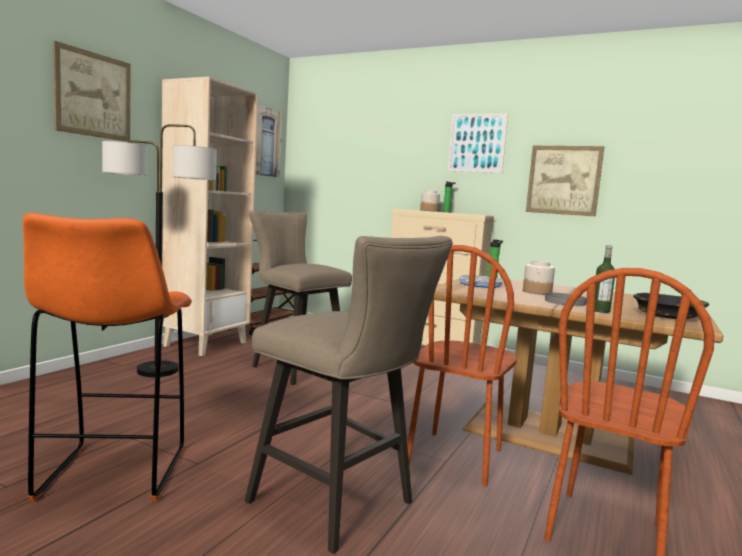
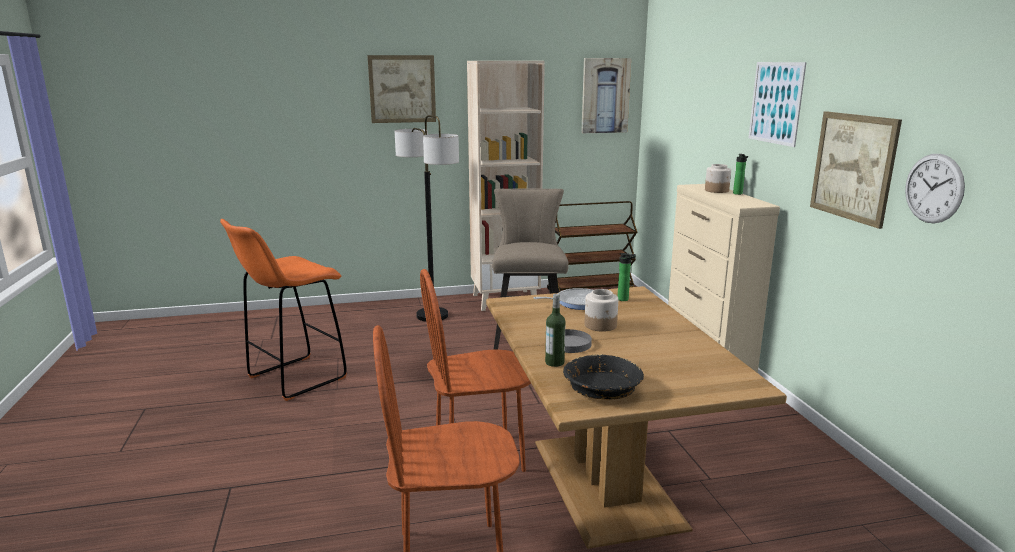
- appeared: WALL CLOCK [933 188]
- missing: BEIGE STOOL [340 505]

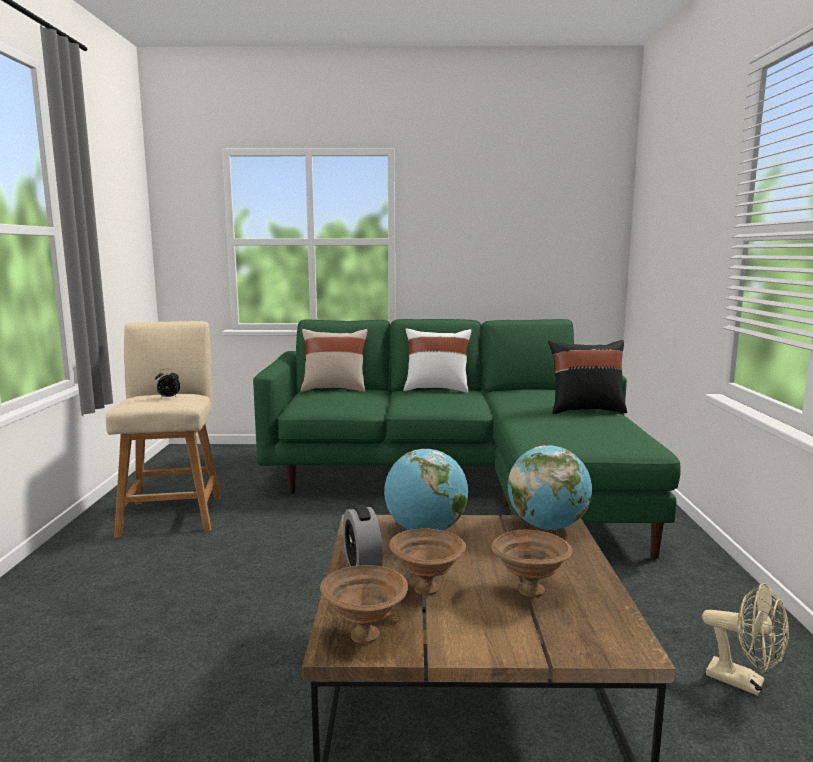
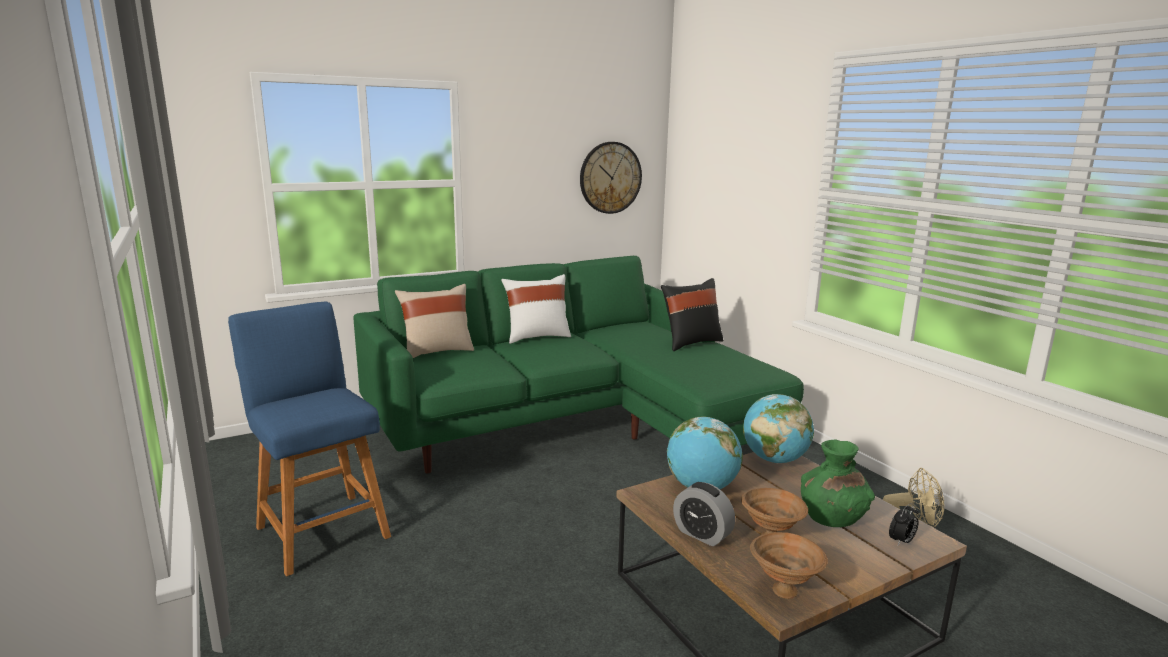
- colour: BEIGE STOOL [173 513] to BLUE STOOL [320 529]
- appeared: WALL CLOCK [610 177]
- exchanged: BROWN BOWL [529 591] to GREEN VASE [831 518]
- relocated: ALARM CLOCK [168 398] to [901 541]

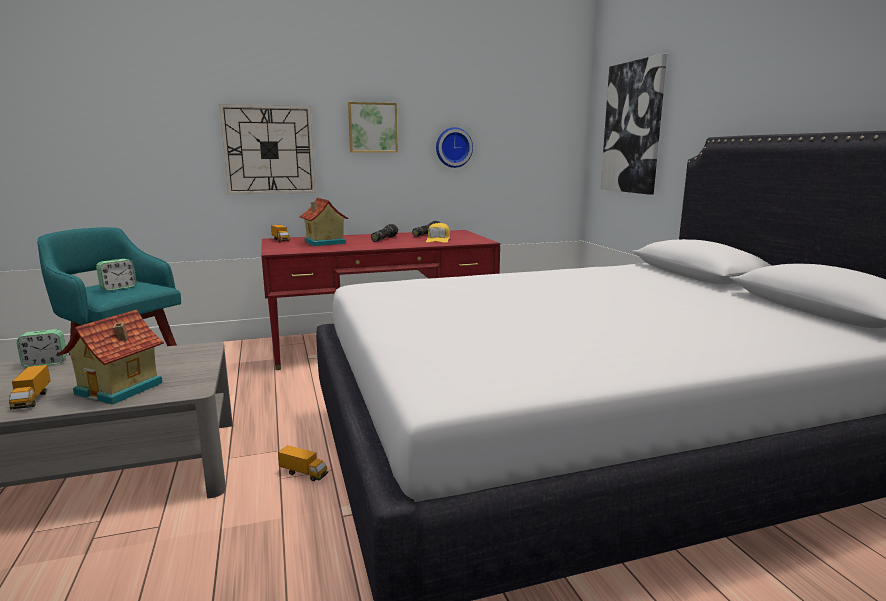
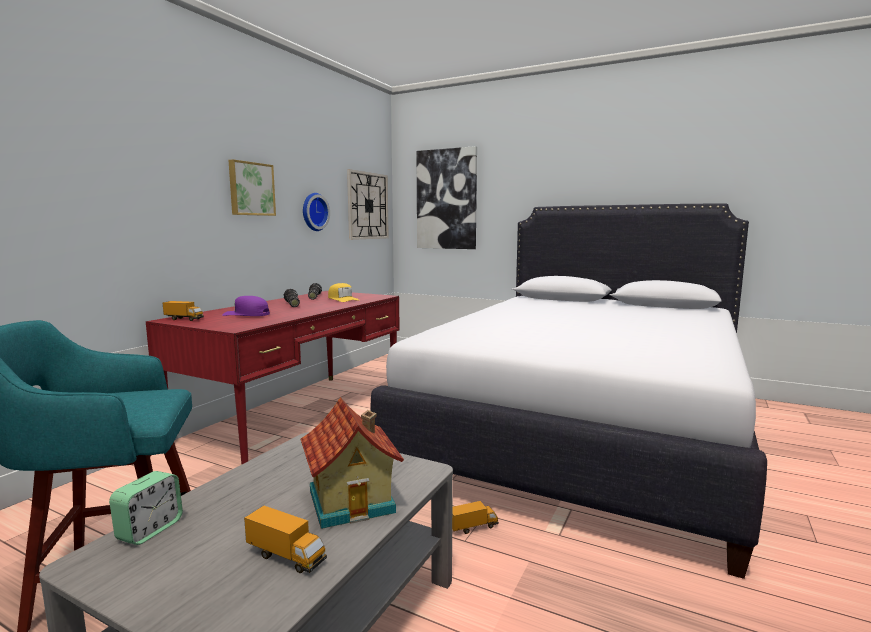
- exchanged: TOY HOUSE [323 242] to PURPLE CAP [246 314]
- relocated: WALL CLOCK [269 150] to [368 206]
- missing: ALARM CLOCK [118 288]

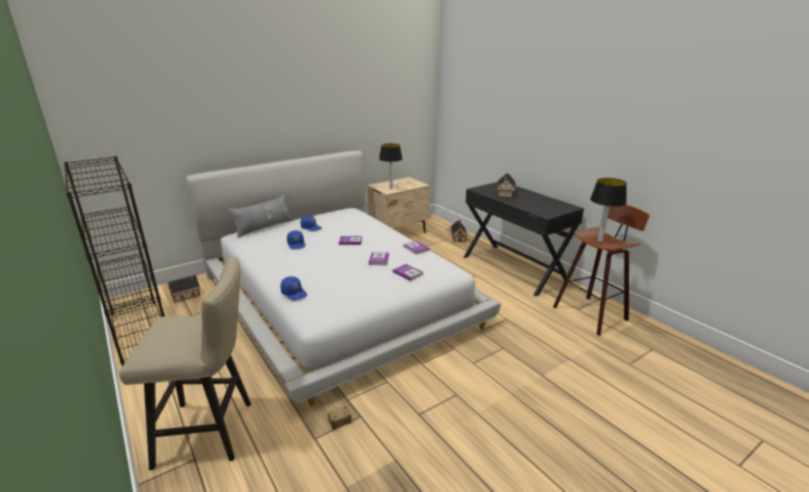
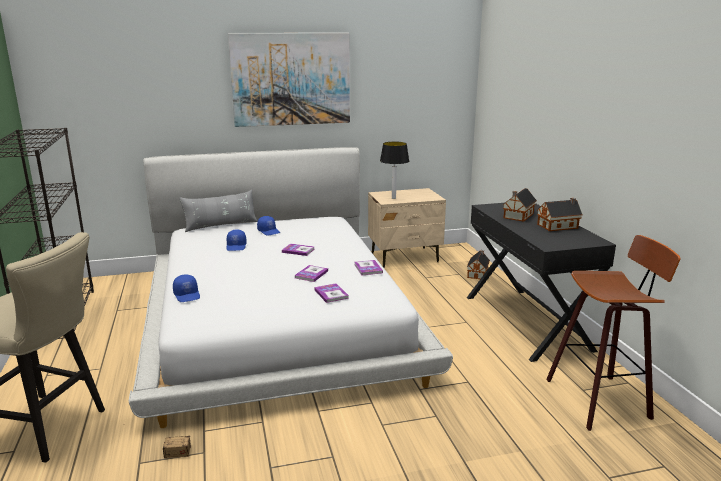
- appeared: PICTURE [291 79]
- relocated: TOY HOUSE [187 295] to [559 226]
- missing: TABLE LAMP [600 241]

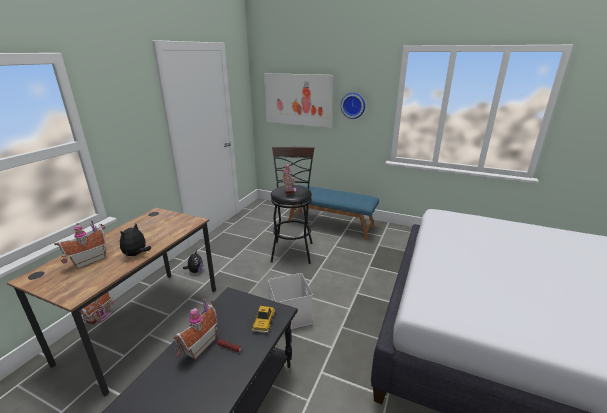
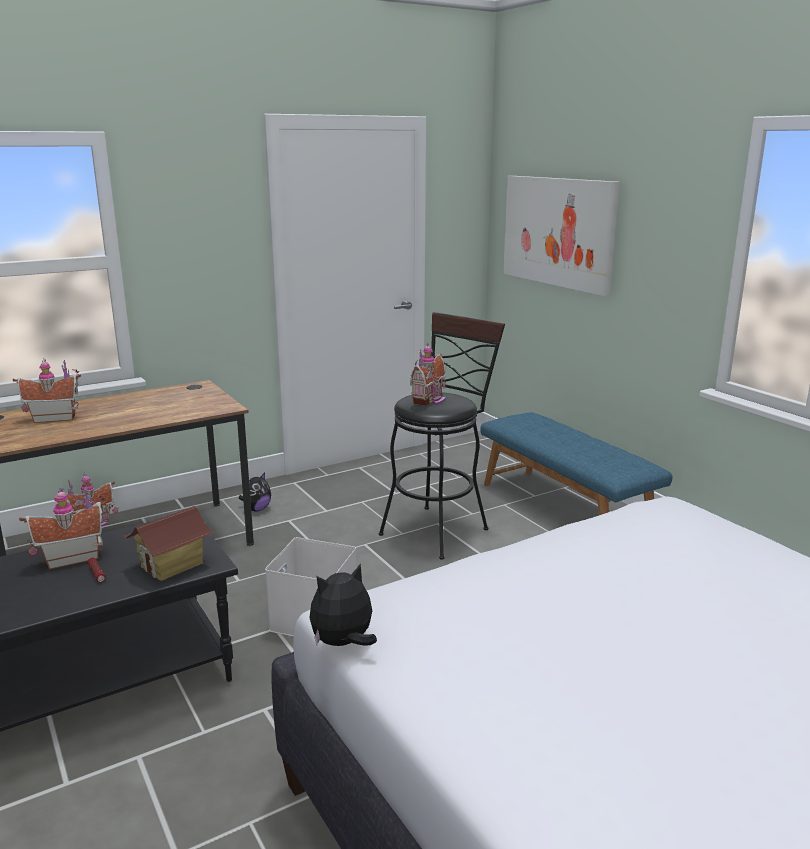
- exchanged: TOY CAR [263 322] to TOY HOUSE [172 565]
- relocated: PLUSH TOY [136 254] to [343 643]
- missing: WALL CLOCK [353 105]

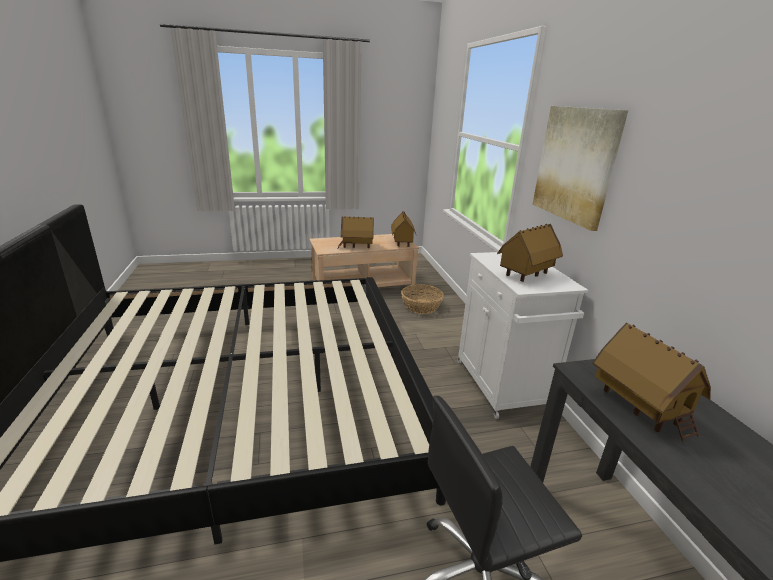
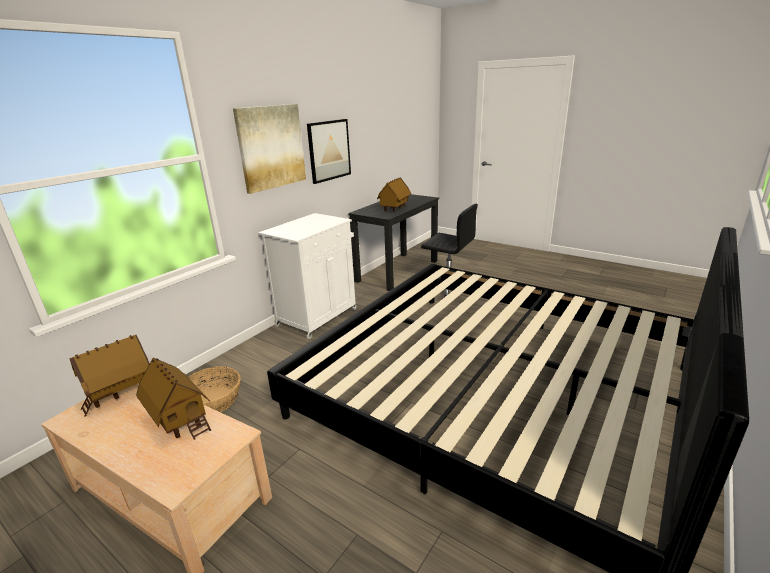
- appeared: PICTURE [329 150]
- missing: TOY HOUSE [526 275]

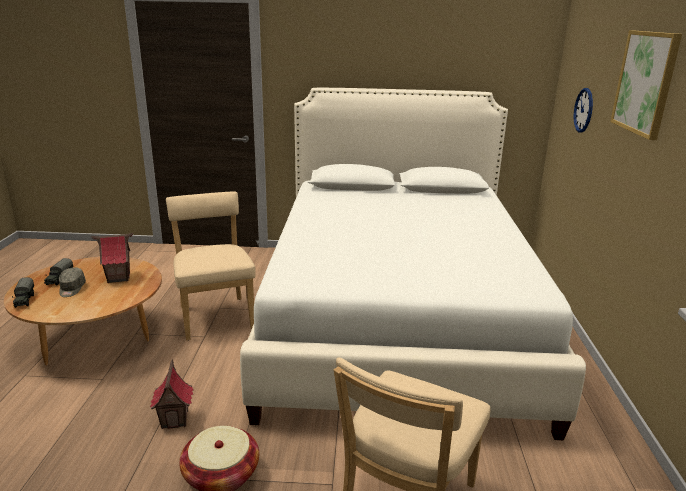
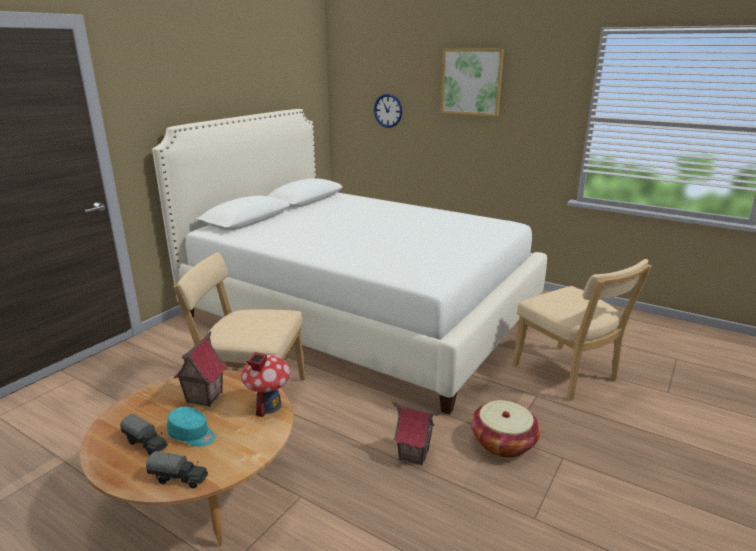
- colour: GREY CAP [72 289] to TURQUOISE CAP [192 435]
- appeared: TOY HOUSE [268 406]

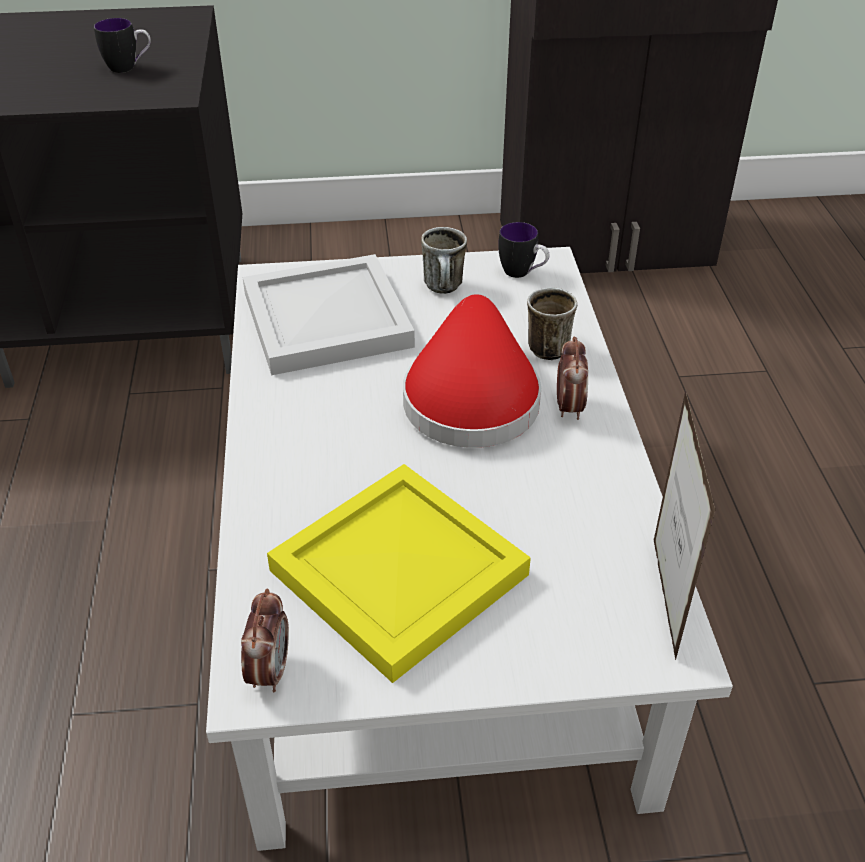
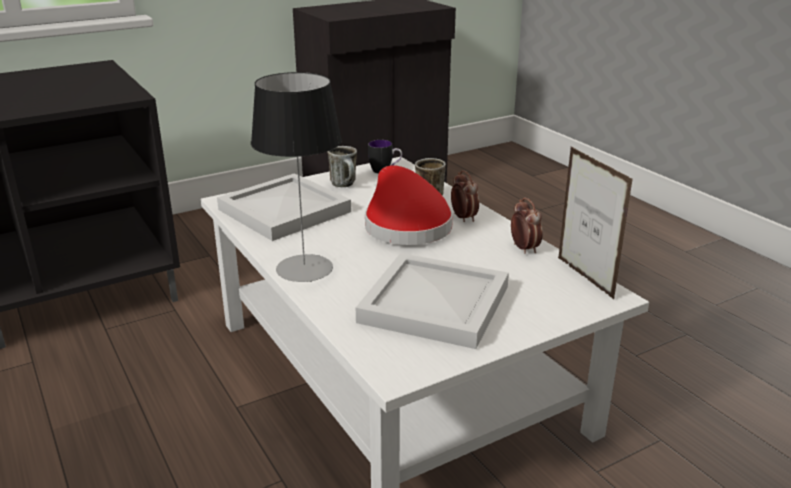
- appeared: TABLE LAMP [304 268]
- colour: YELLOW TRAY [403 573] to WHITE TRAY [437 303]
- relocated: ALARM CLOCK [269 671] to [524 249]
- missing: MUG [129 68]

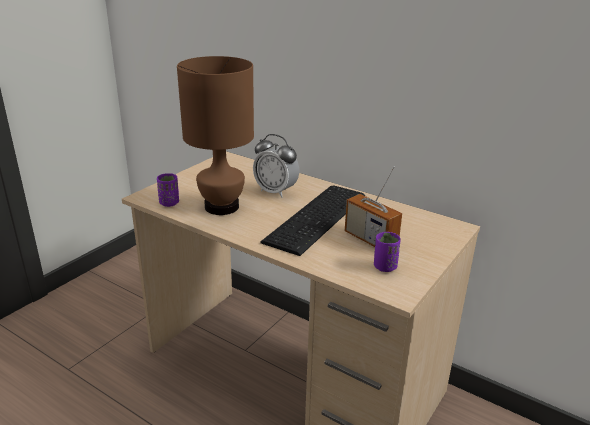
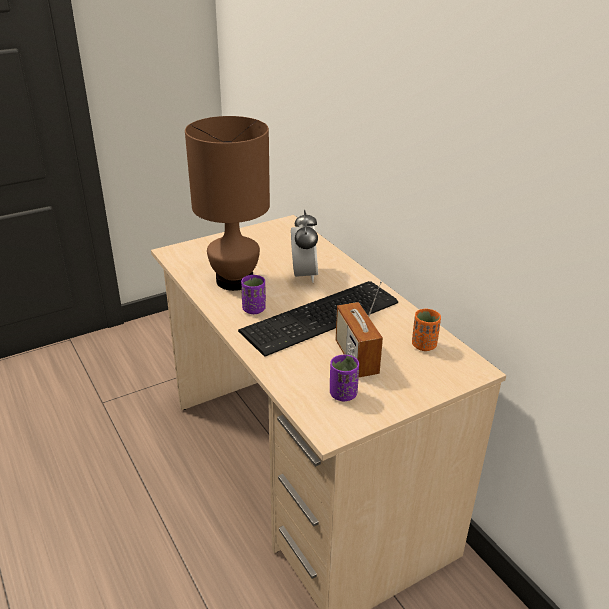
- relocated: PURPLE CUP [169 203] to [254 309]
- spun: ALARM CLOCK [275 191] = [304 275] 150 degrees counterclockwise
- appeared: ORANGE CUP [424 345]

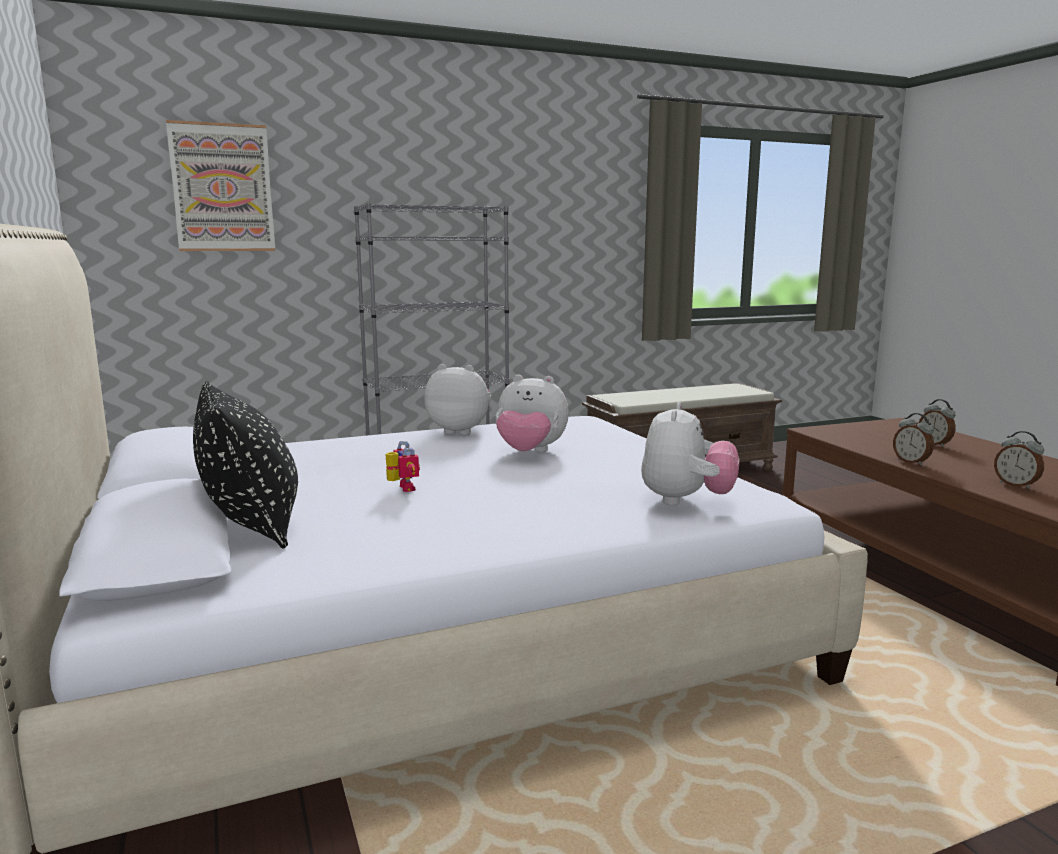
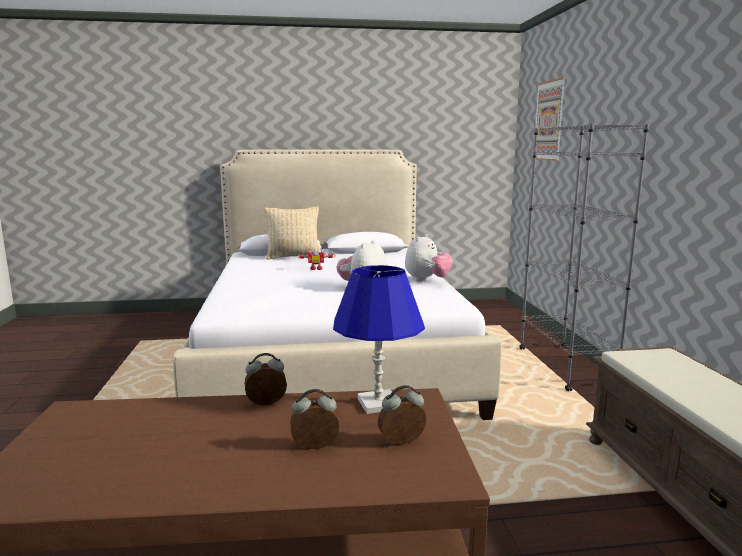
- colour: BLACK PILLOW [252 526] to BEIGE PILLOW [294 257]
- appeared: BLUE TABLE LAMP [378 403]
- relocated: ALARM CLOCK [1016 485] to [402 443]
- missing: PLUSH TOY [686 501]

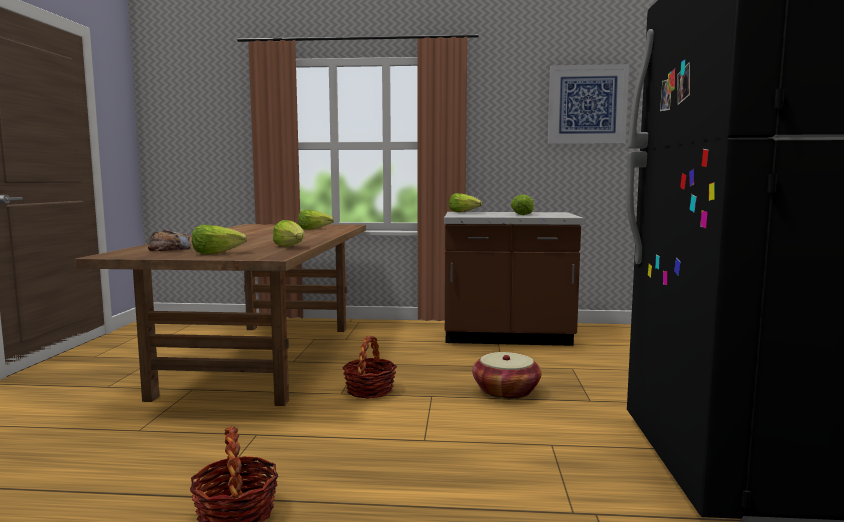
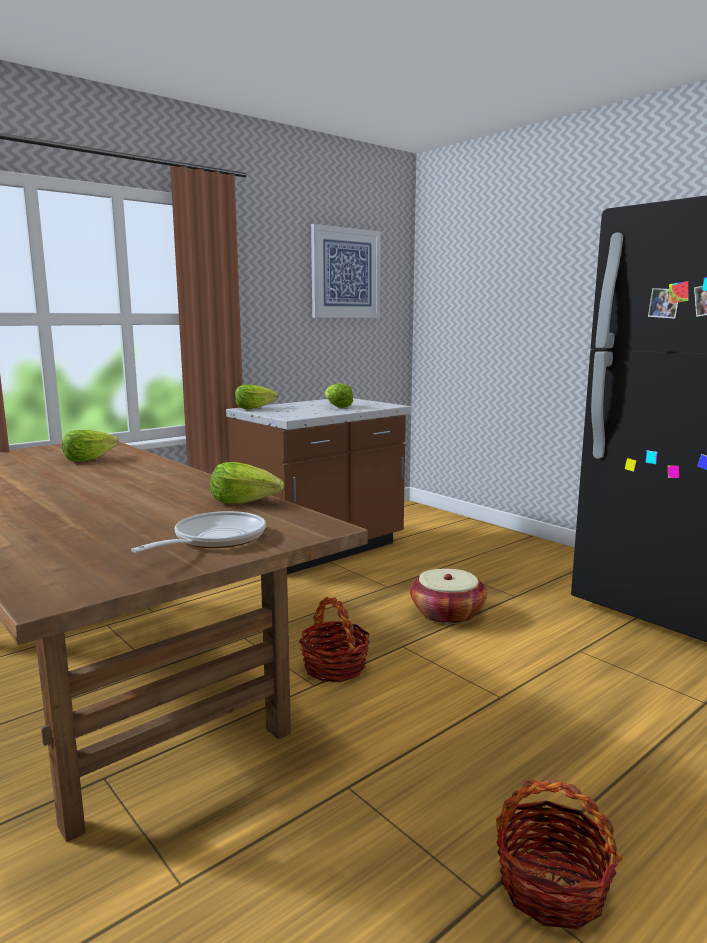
- exchanged: LETTUCE [217 253] to FRYING PAN [214 540]
- missing: BREAD [169 249]

